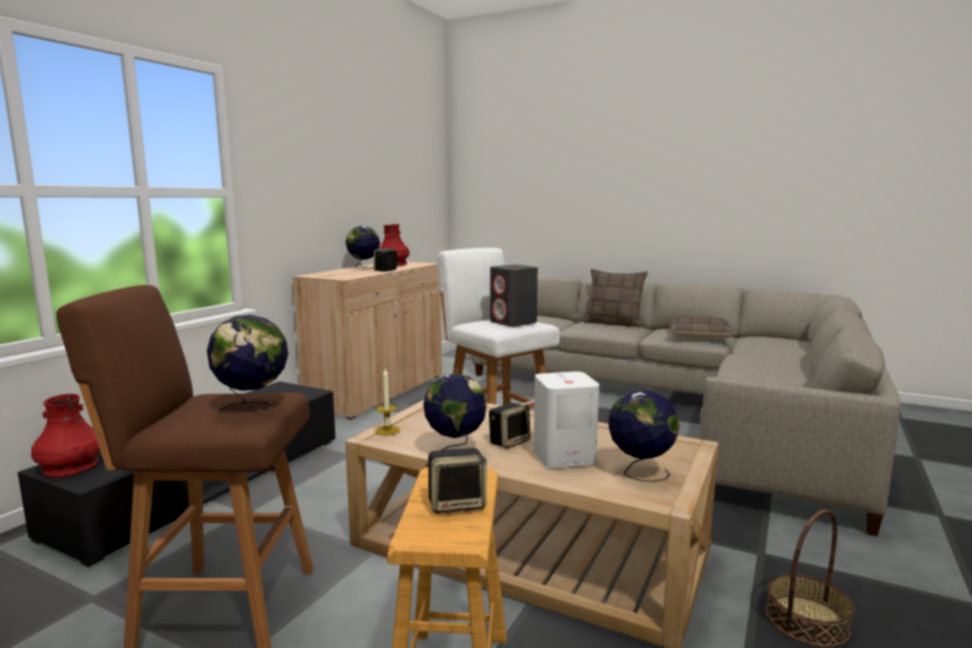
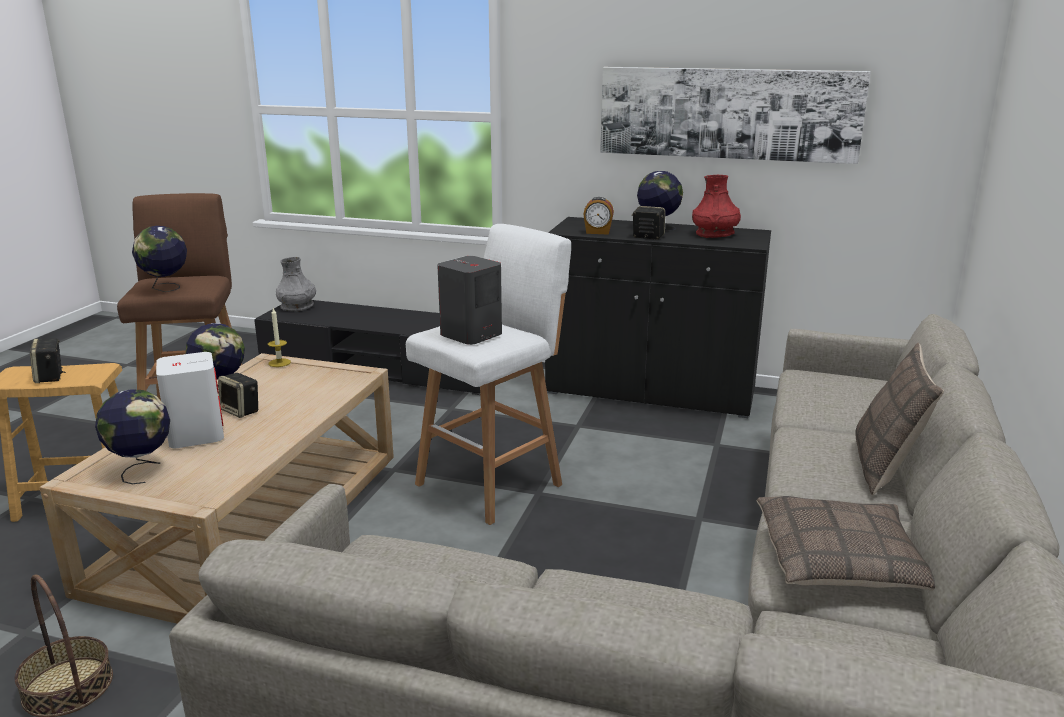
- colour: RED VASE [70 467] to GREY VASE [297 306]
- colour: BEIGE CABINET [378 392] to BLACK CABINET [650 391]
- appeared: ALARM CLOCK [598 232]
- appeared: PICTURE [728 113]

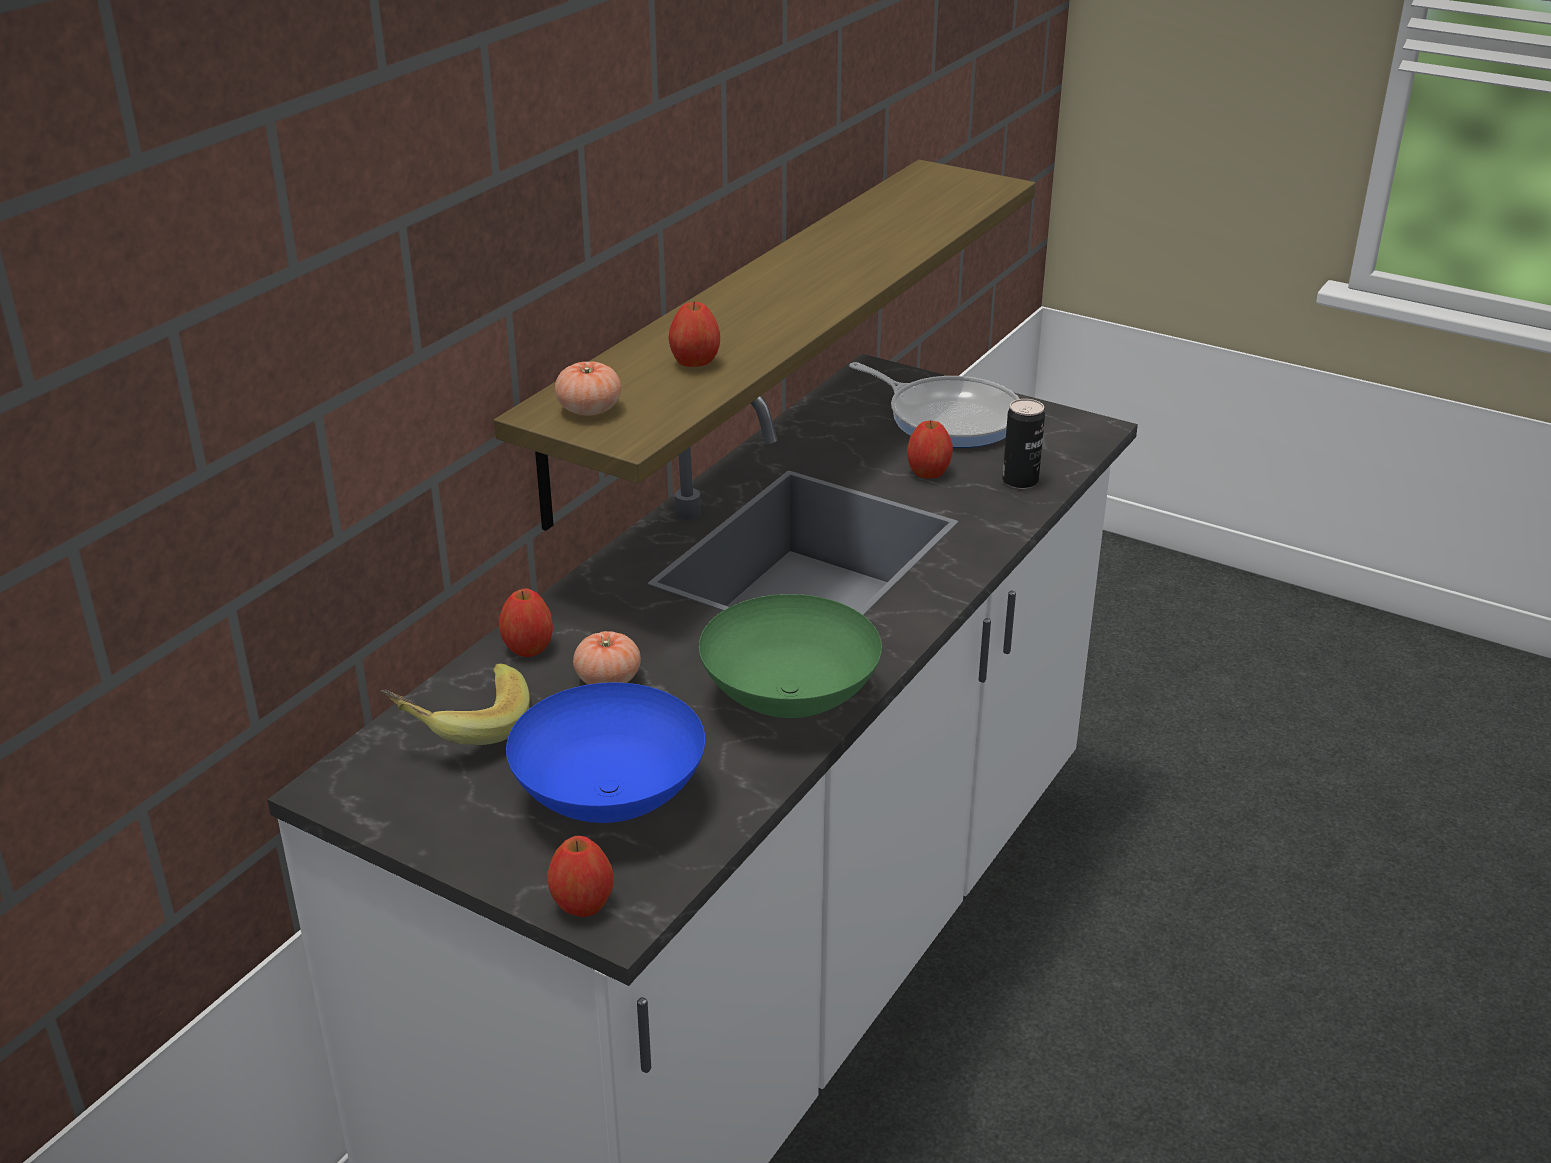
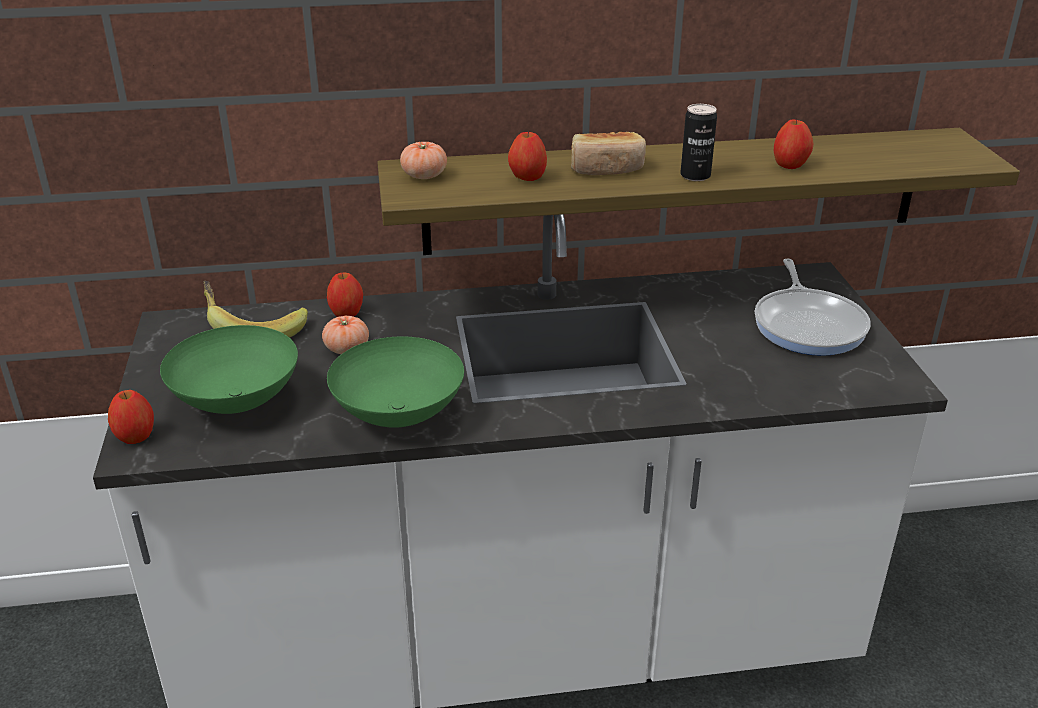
- colour: BLUE BOWL [609 800] to GREEN BOWL [235 402]
- appeared: BREAD [606 169]
- relocated: CAN [1020 481] to [695 176]
- relocated: APPLE [928 473] to [790 165]

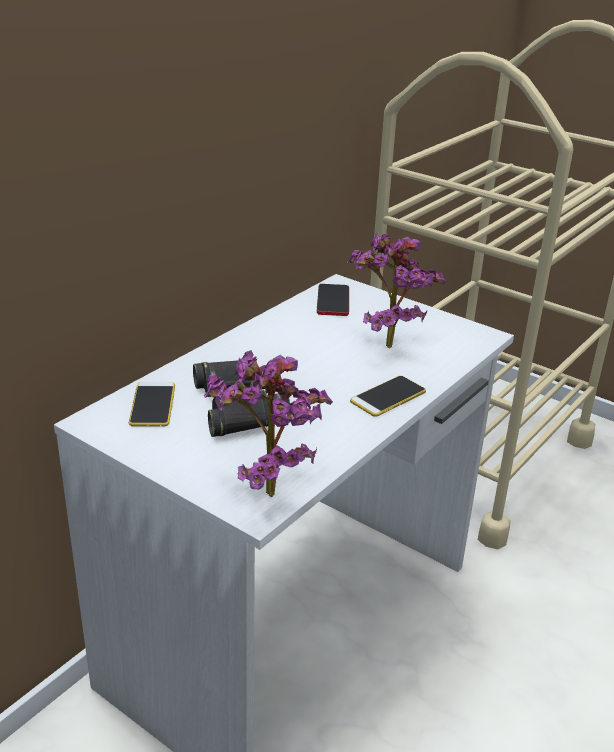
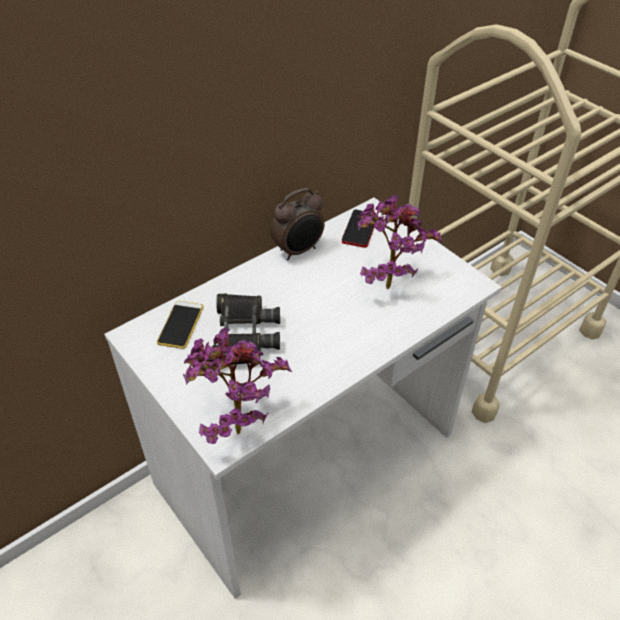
- appeared: ALARM CLOCK [299 251]
- missing: PHONE [388 397]

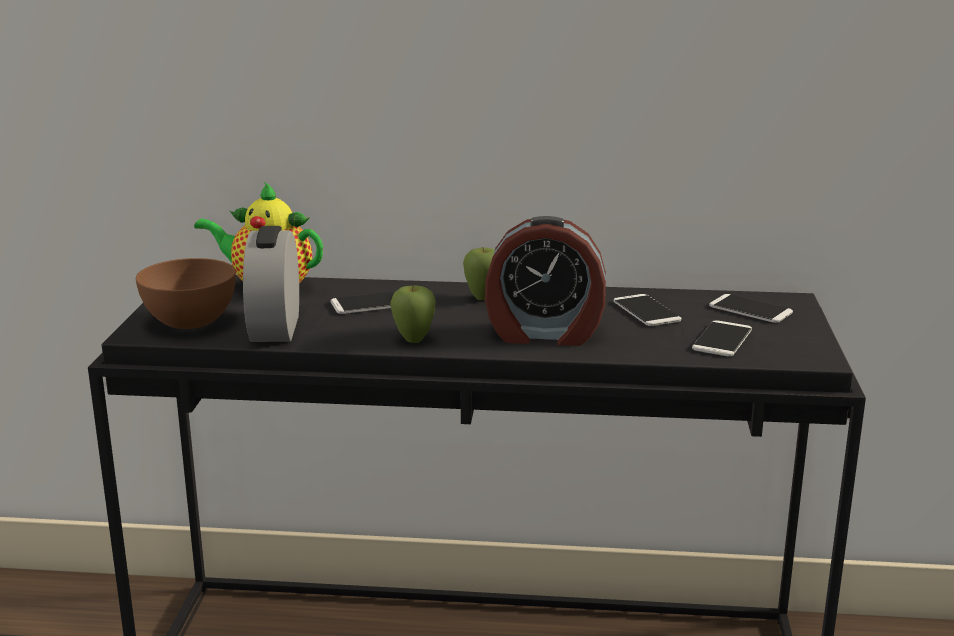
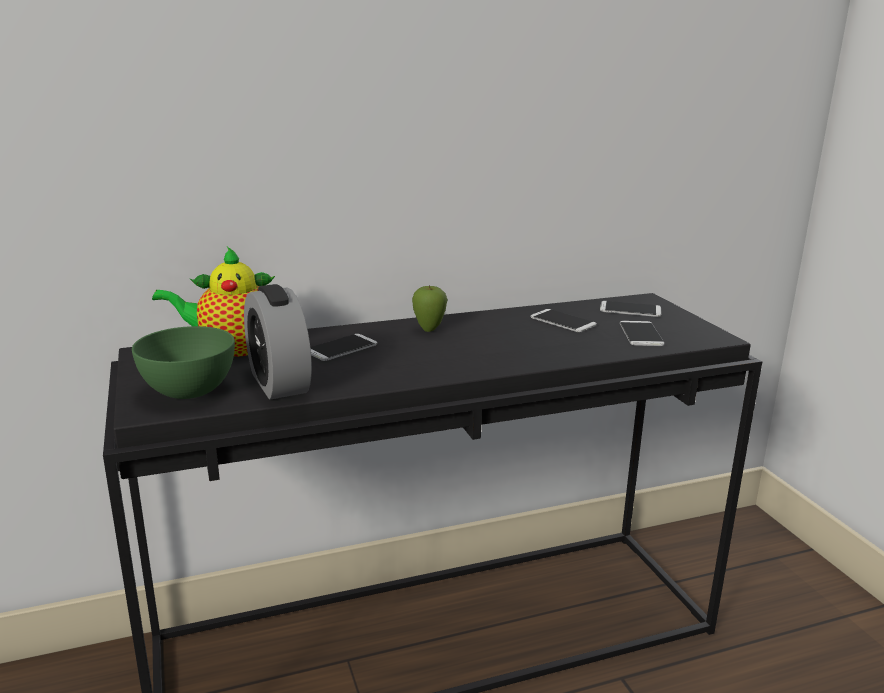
- colour: BROWN BOWL [189 322] to GREEN BOWL [188 391]
- missing: APPLE [413 340]
- missing: ALARM CLOCK [544 334]

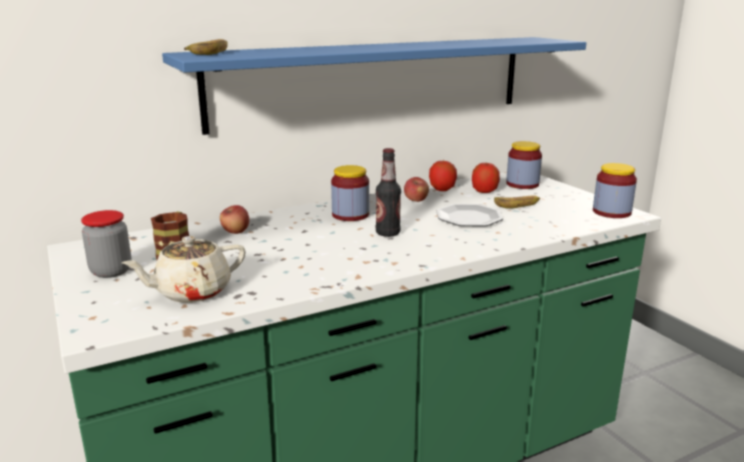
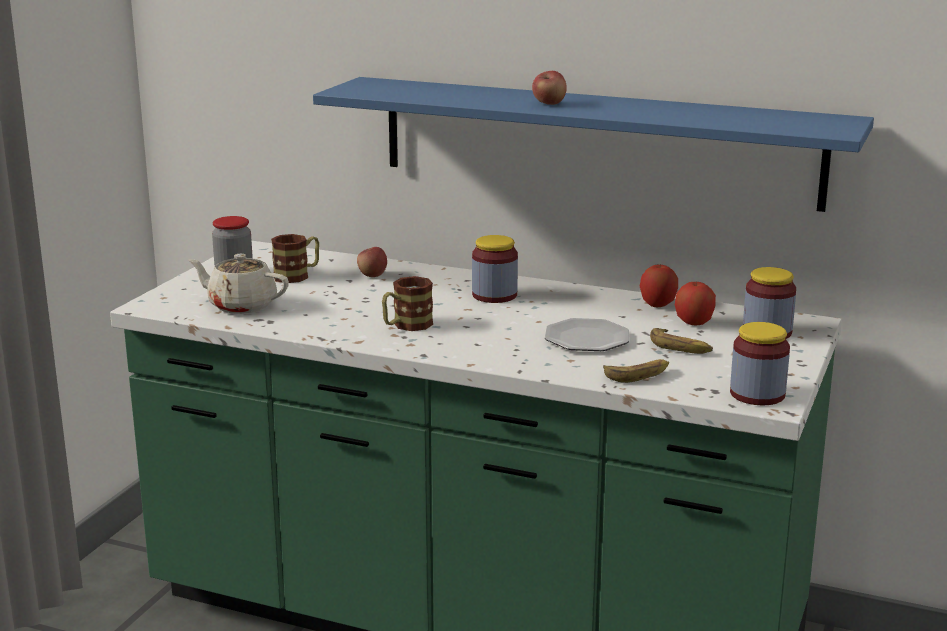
- appeared: MUG [406 326]
- relocated: APPLE [416 201] to [549 104]
- relocated: BANANA [210 52] to [637 375]
- missing: BOTTLE [387 233]

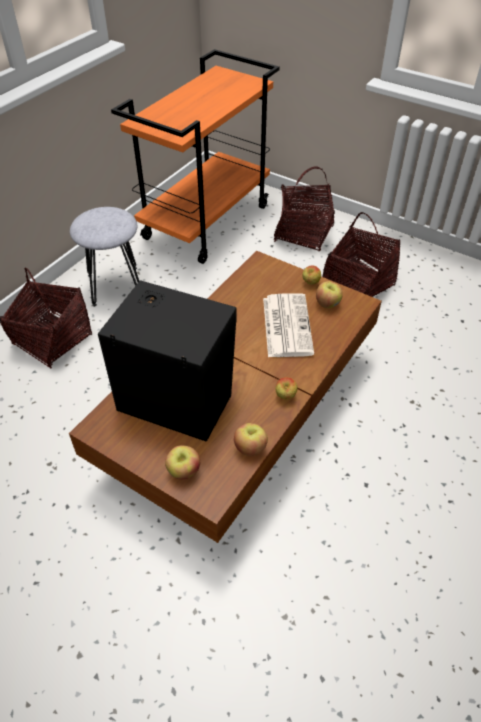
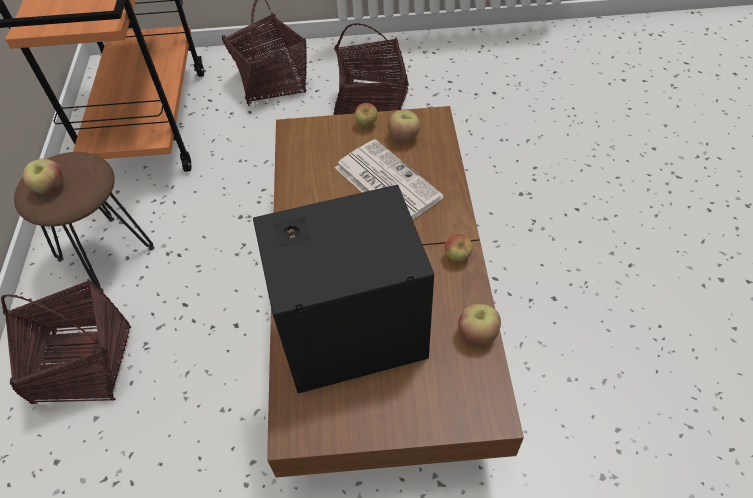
- colour: GREY STOOL [115 285] to BROWN STOOL [105 253]
- relocated: APPLE [184 471] to [50 188]

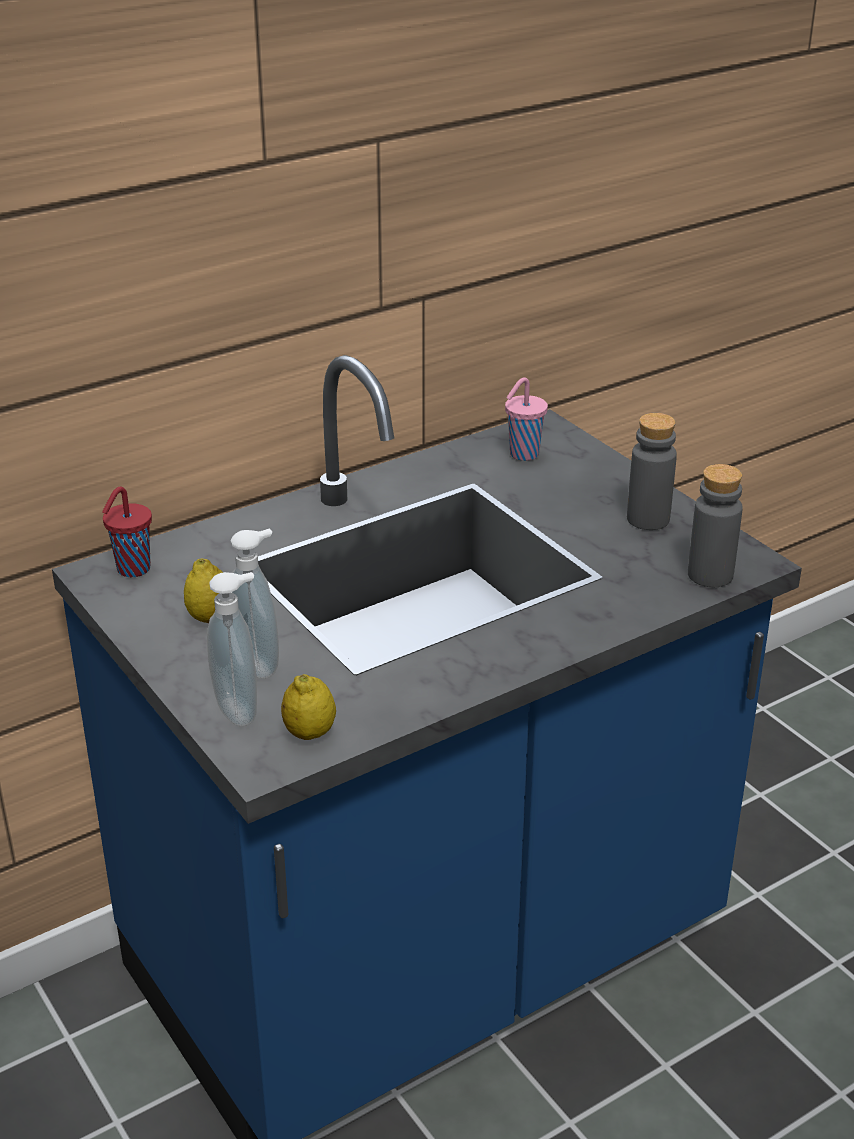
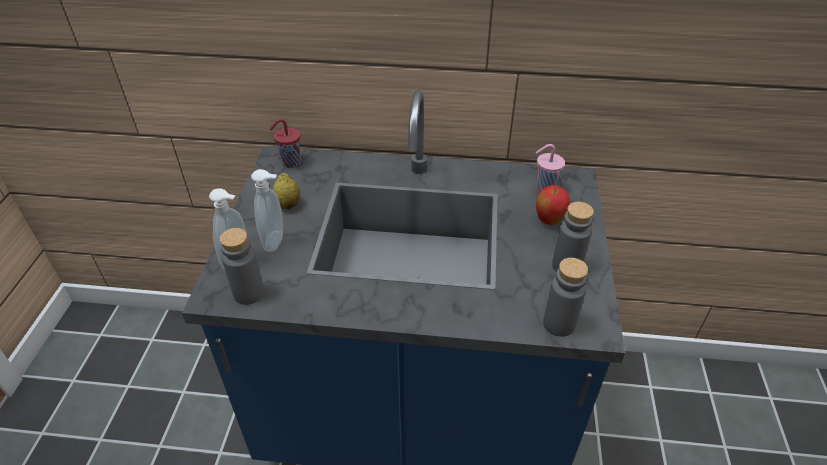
- exchanged: LEMON [309 733] to GREY BOTTLE [249 293]
- appeared: APPLE [548 221]

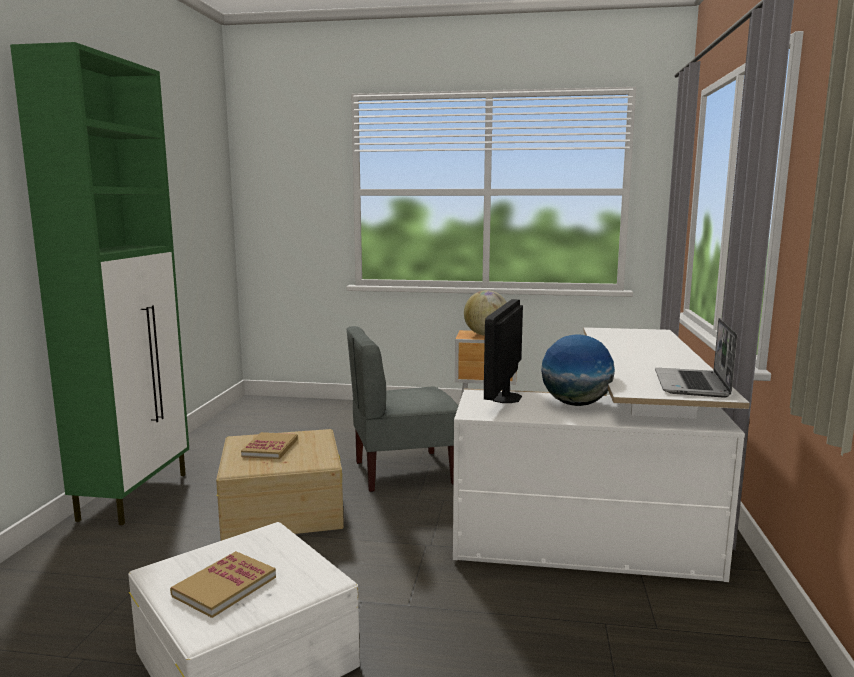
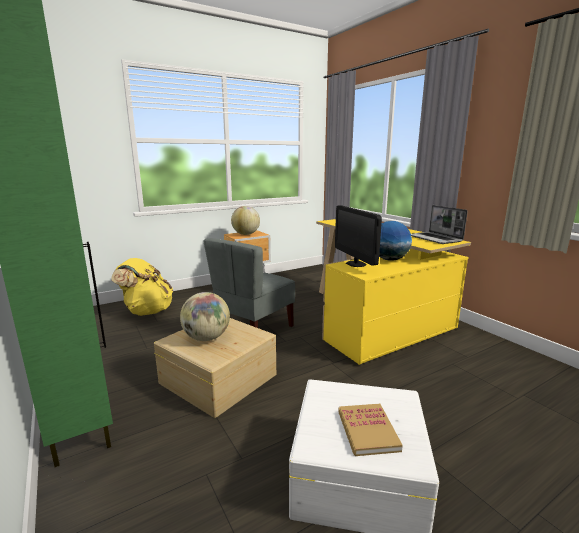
- appeared: YELLOW BACKPACK [147 311]
- exchanged: BOOK [270 448] to GLOBE [206 338]
- colour: WHITE DESK [608 513] to YELLOW DESK [375 316]

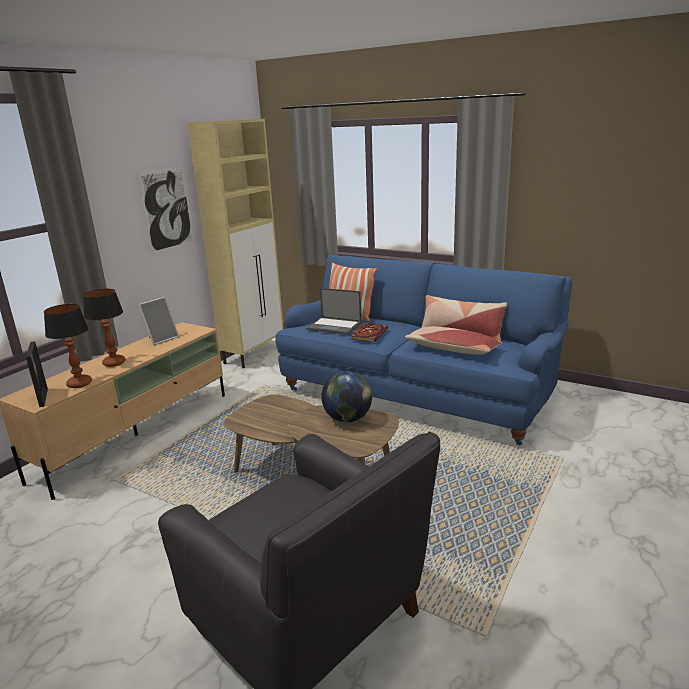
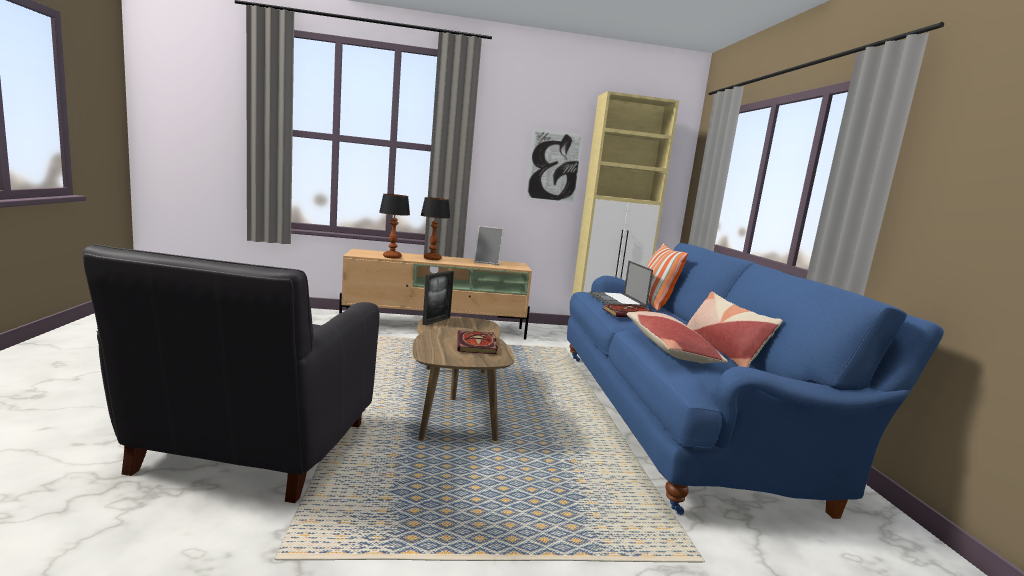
- relocated: PICTURE FRAME [43 397] to [436 321]
- exchanged: GLOBE [348 419] to BOOK [477 345]

